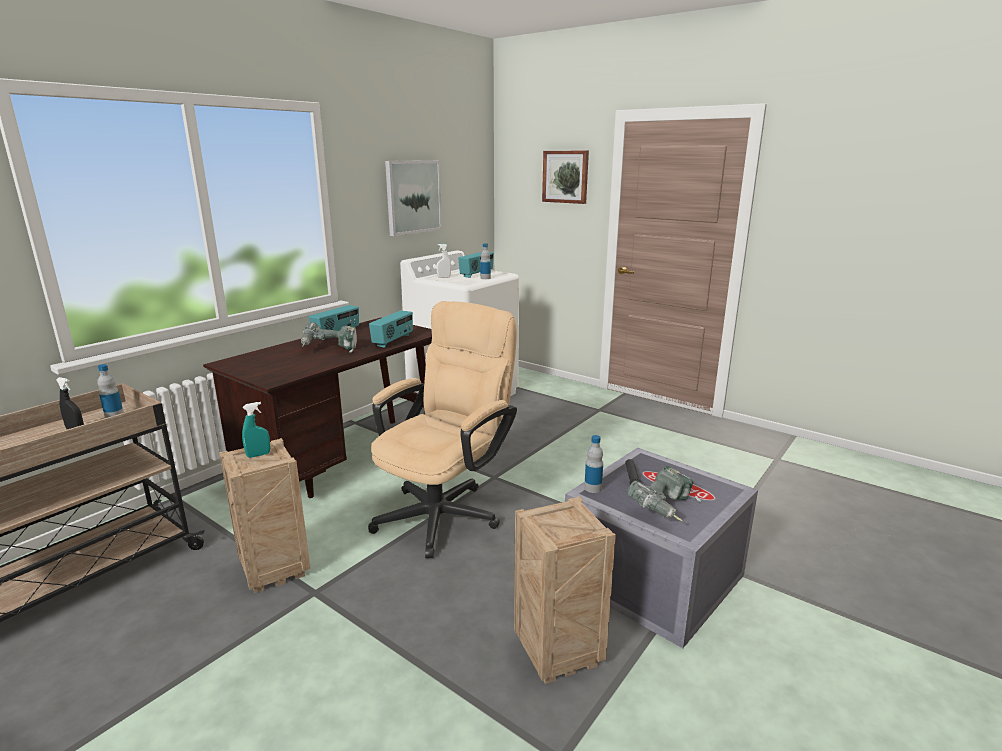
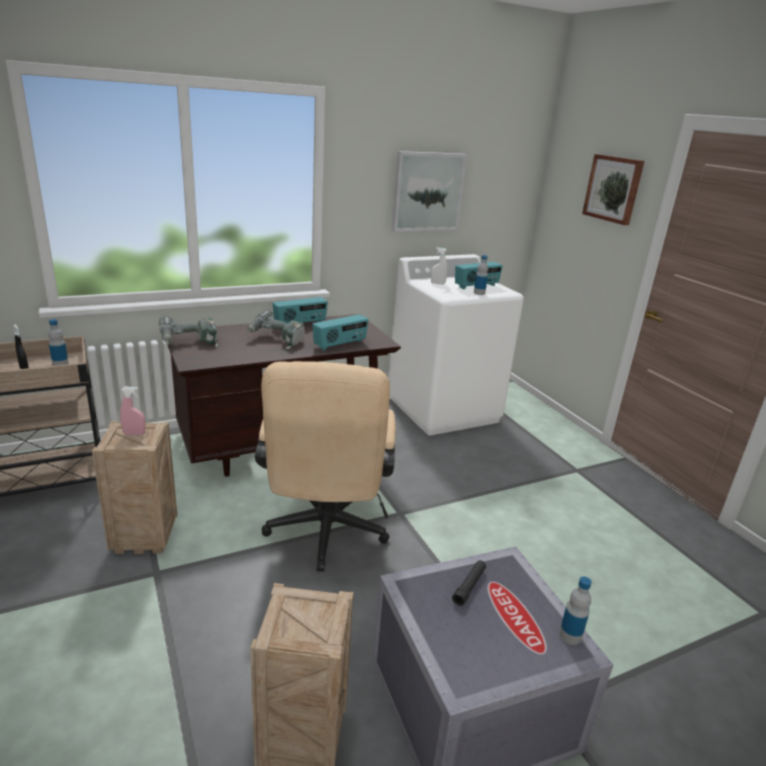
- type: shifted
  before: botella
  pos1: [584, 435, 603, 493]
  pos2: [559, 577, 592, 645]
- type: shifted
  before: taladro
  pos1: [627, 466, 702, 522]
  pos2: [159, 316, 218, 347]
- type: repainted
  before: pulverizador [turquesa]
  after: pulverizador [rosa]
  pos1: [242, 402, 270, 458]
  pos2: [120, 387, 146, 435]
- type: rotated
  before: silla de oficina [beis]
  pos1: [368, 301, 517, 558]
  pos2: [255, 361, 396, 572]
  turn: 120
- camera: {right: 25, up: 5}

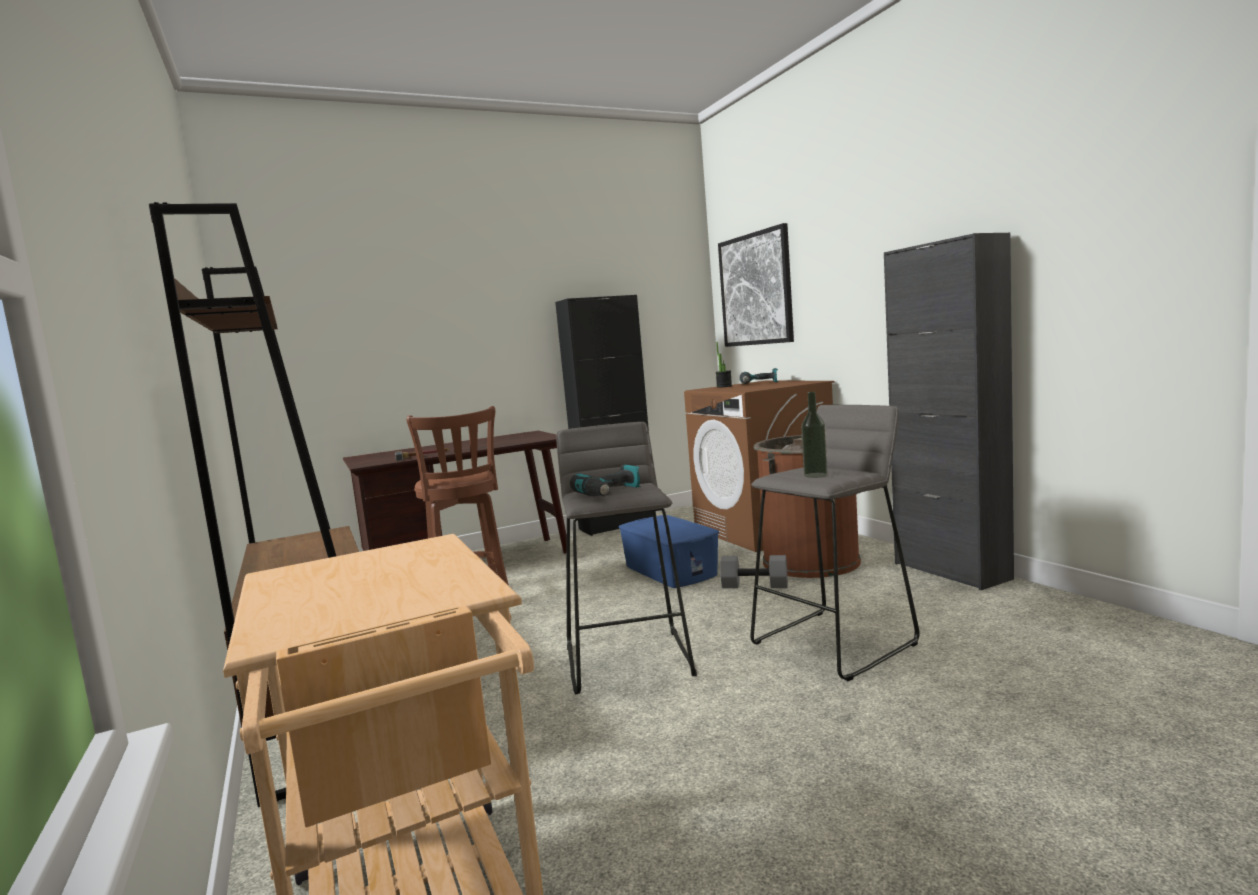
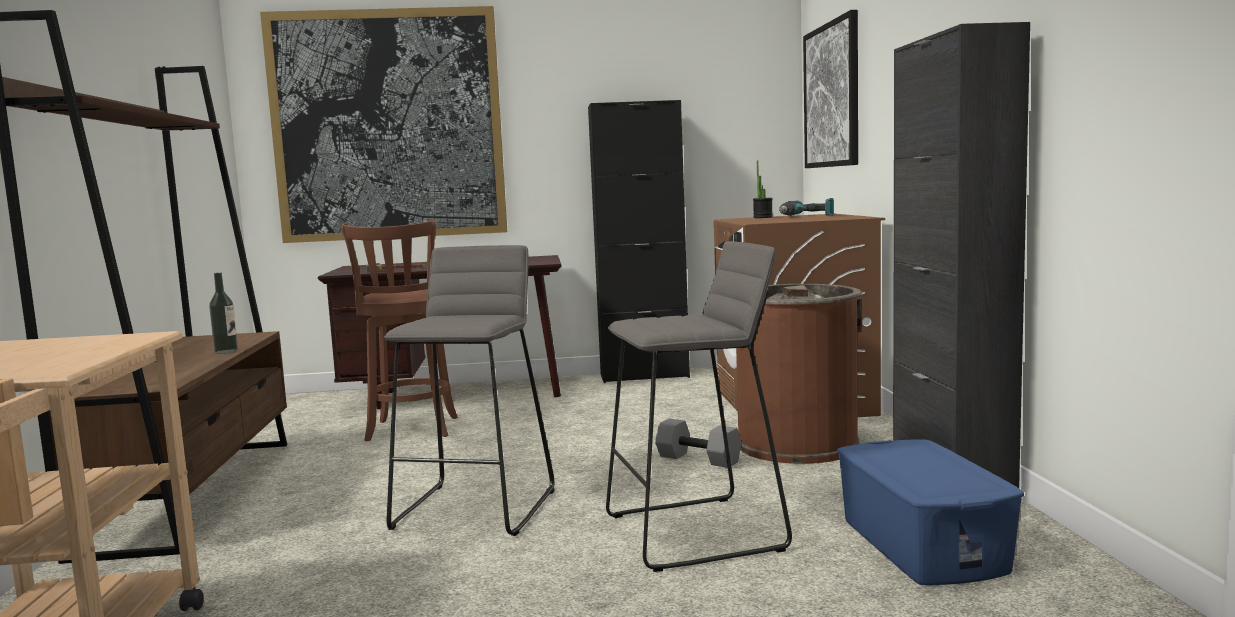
- type: gone
  before: taladro
  pos1: [570, 464, 641, 496]
- type: new
  after: cuadro
  pos2: [260, 6, 507, 243]
- type: shifted
  before: caja de almacenaje [azul]
  pos1: [619, 515, 719, 588]
  pos2: [837, 439, 1024, 585]
- type: shifted
  before: botella
  pos1: [801, 392, 828, 478]
  pos2: [209, 273, 238, 354]
- camera: {right: 20, up: 0}

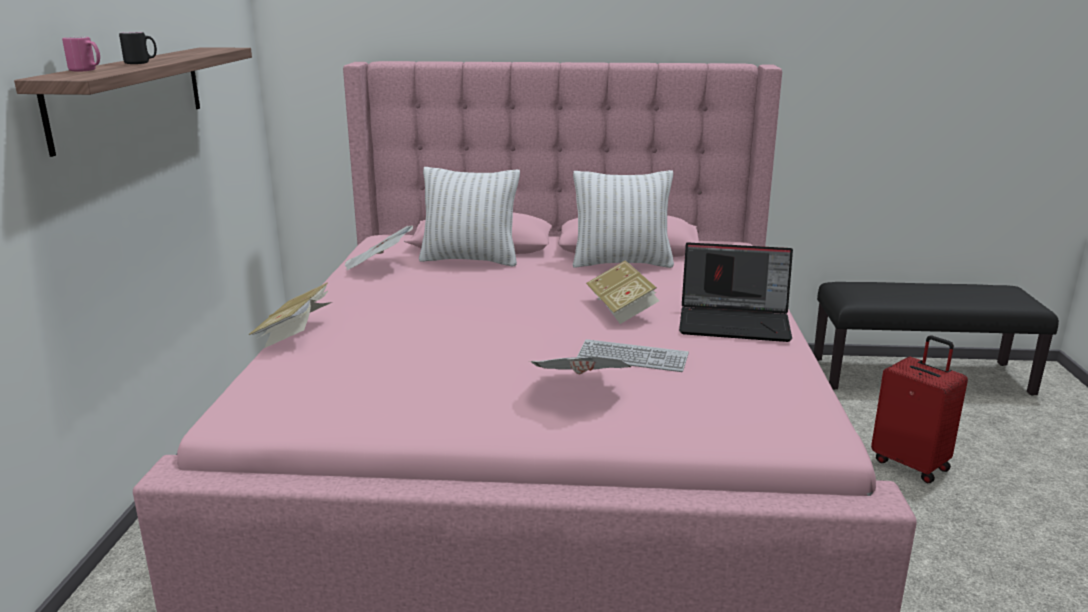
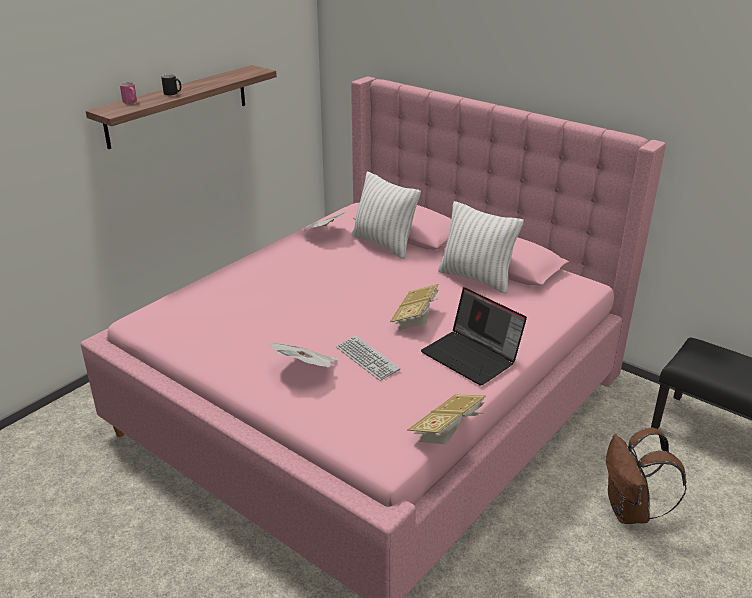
- type: shifted
  before: libro
  pos1: [249, 282, 332, 348]
  pos2: [408, 395, 486, 445]
- type: swapped
  before: maleta [rojo]
  after: mochila [marrón]
  pos1: [871, 336, 968, 483]
  pos2: [606, 428, 687, 524]
- camera: {right: 35, up: 10}

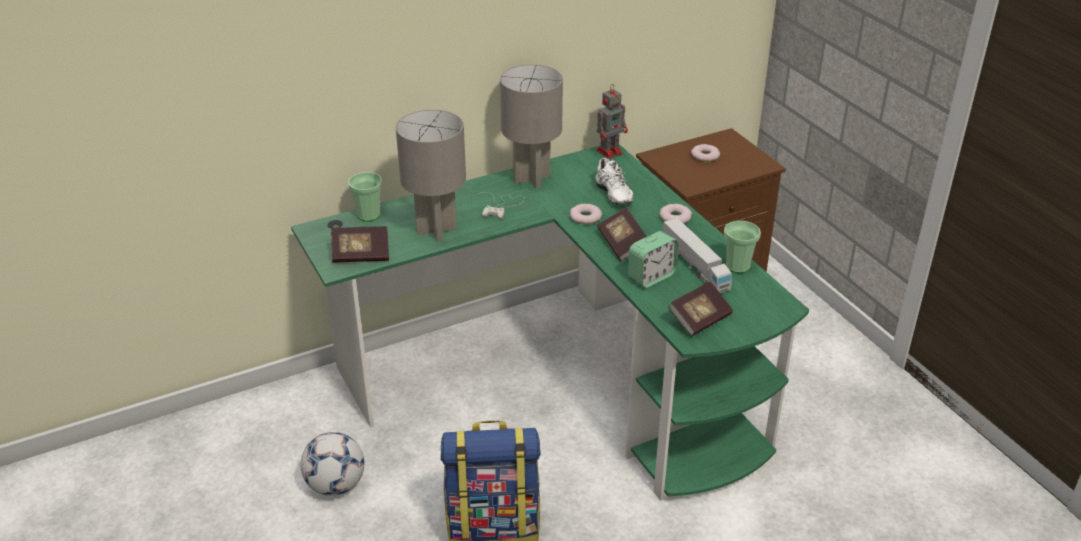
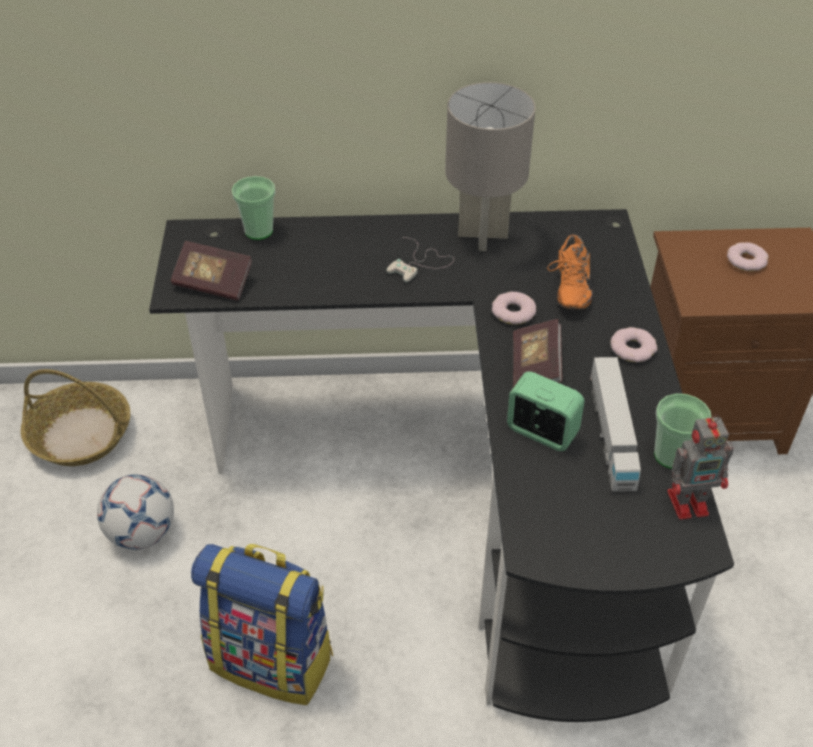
- type: gone
  before: lámpara de mesa [gris]
  pos1: [396, 110, 466, 242]
- type: gone
  before: libro
  pos1: [668, 281, 733, 336]
- type: new
  after: cesta
  pos2: [21, 369, 130, 466]
- type: shifted
  before: robot de juguete
  pos1: [597, 85, 628, 159]
  pos2: [667, 414, 733, 520]
- type: repainted
  before: escritorio [verde]
  after: escritorio [negro]
  pos1: [291, 144, 809, 501]
  pos2: [149, 209, 734, 722]
- type: repainted
  before: zapato [blanco]
  after: zapato [naranja]
  pos1: [595, 157, 633, 205]
  pos2: [547, 235, 593, 310]
- type: rotated
  before: despertador
  pos1: [628, 231, 678, 288]
  pos2: [507, 371, 585, 451]
  turn: -135
- camera: {right: 25, up: 10}

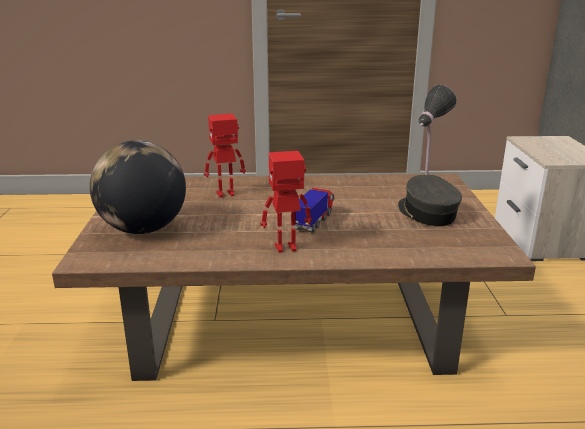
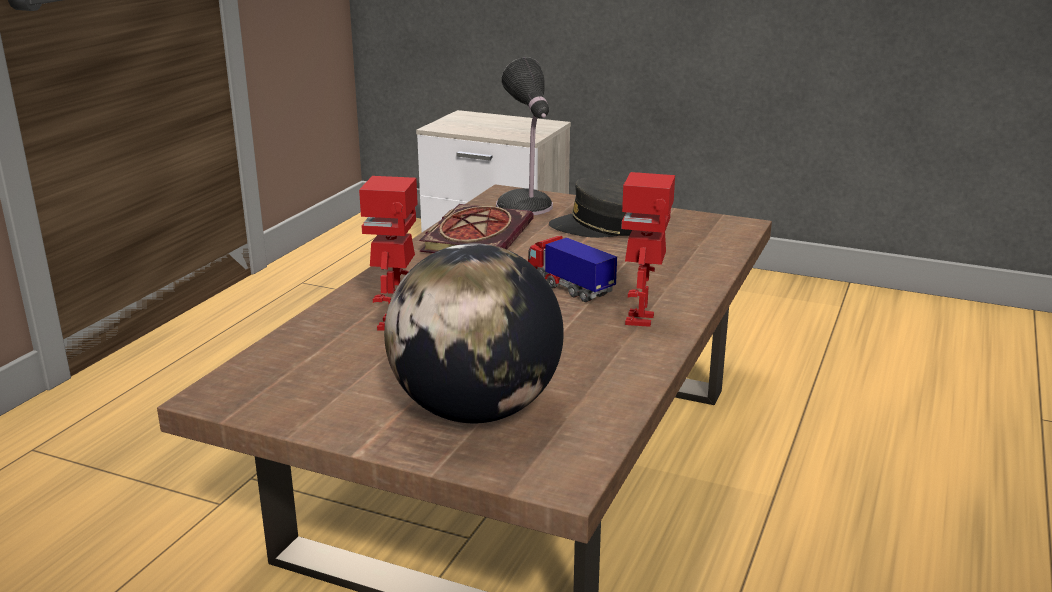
- type: new
  after: libro
  pos2: [419, 204, 534, 253]
- camera: {right: -65, up: 0}

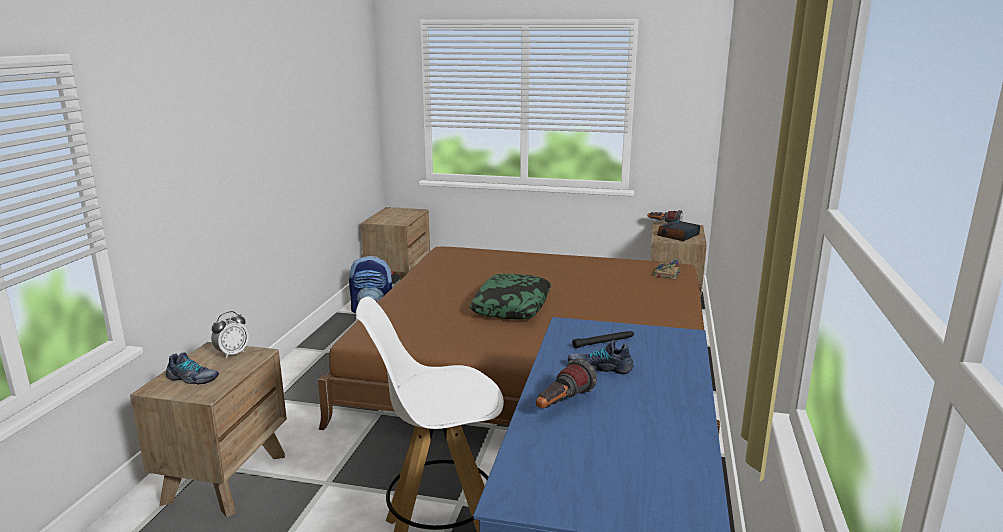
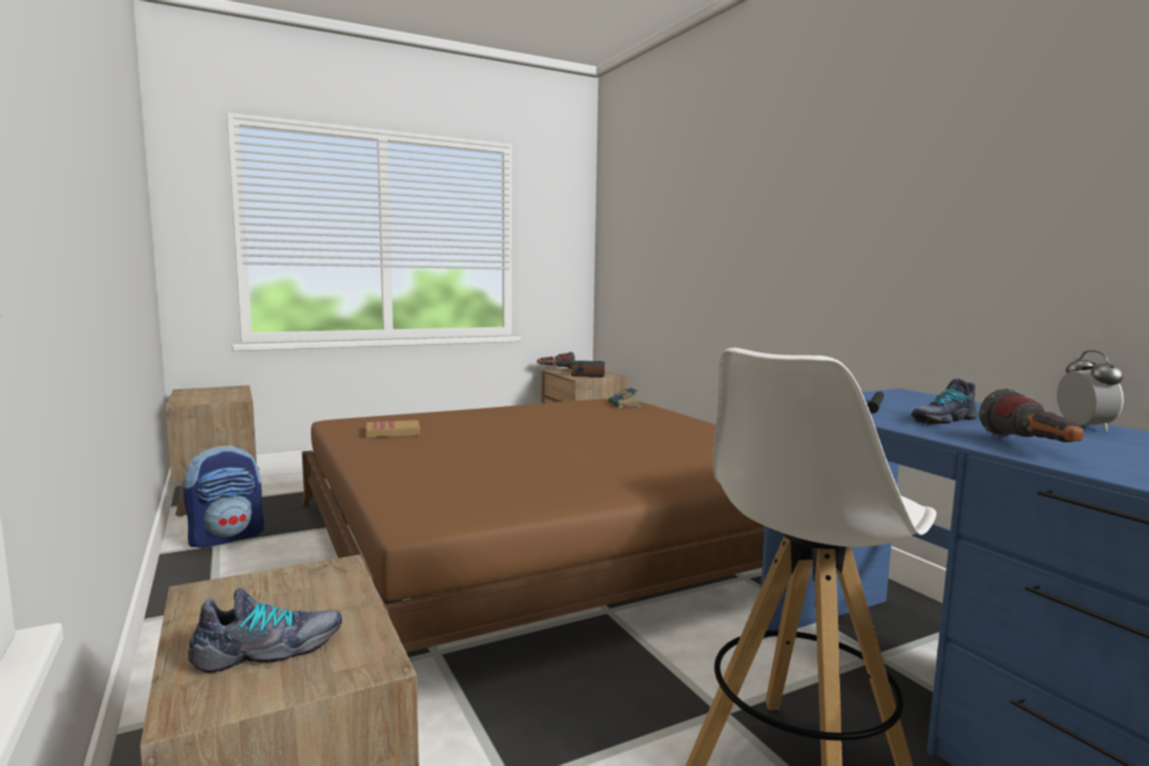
- type: gone
  before: cojín
  pos1: [470, 274, 551, 319]
- type: new
  after: libro
  pos2: [366, 420, 420, 437]
- type: shifted
  before: despertador
  pos1: [211, 311, 249, 359]
  pos2: [1057, 350, 1124, 432]
- camera: {right: -40, up: -10}

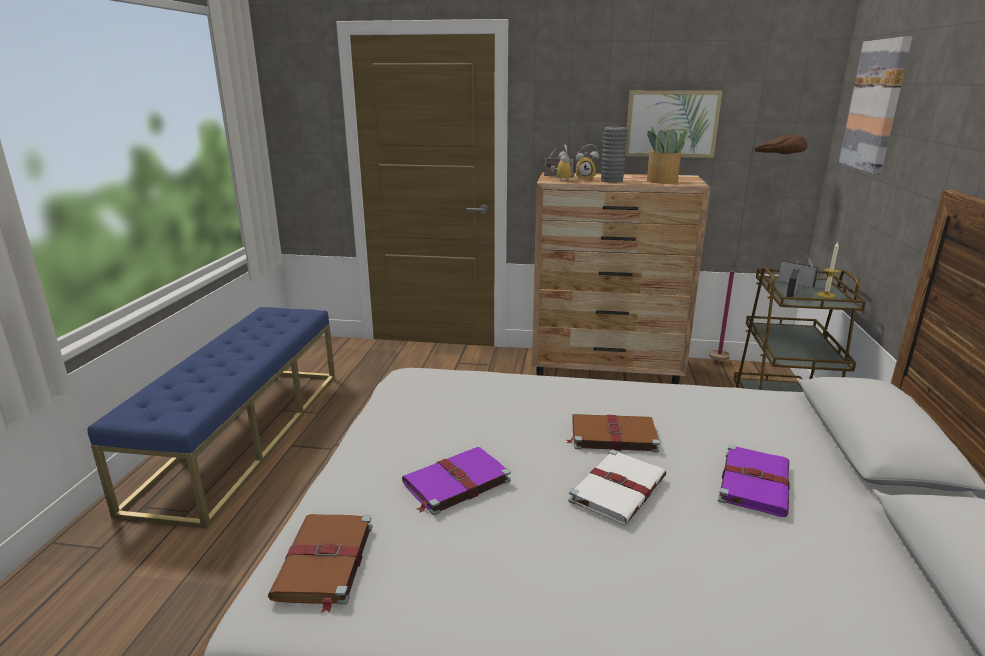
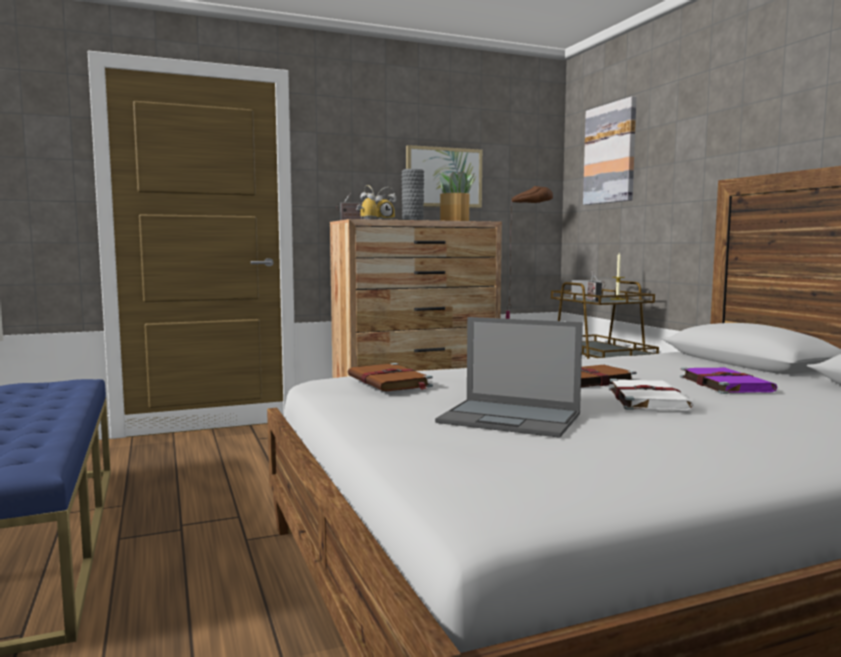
- type: shifted
  before: libro [marrón]
  pos1: [268, 514, 373, 613]
  pos2: [348, 363, 433, 391]
- type: swapped
  before: libro [morado]
  after: portátil
  pos1: [402, 447, 511, 515]
  pos2: [435, 317, 583, 438]
- camera: {right: -30, up: -15}

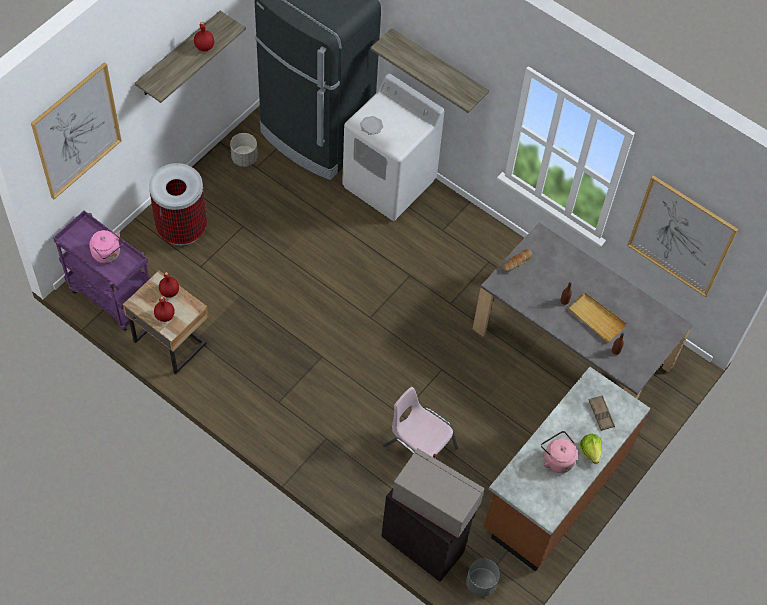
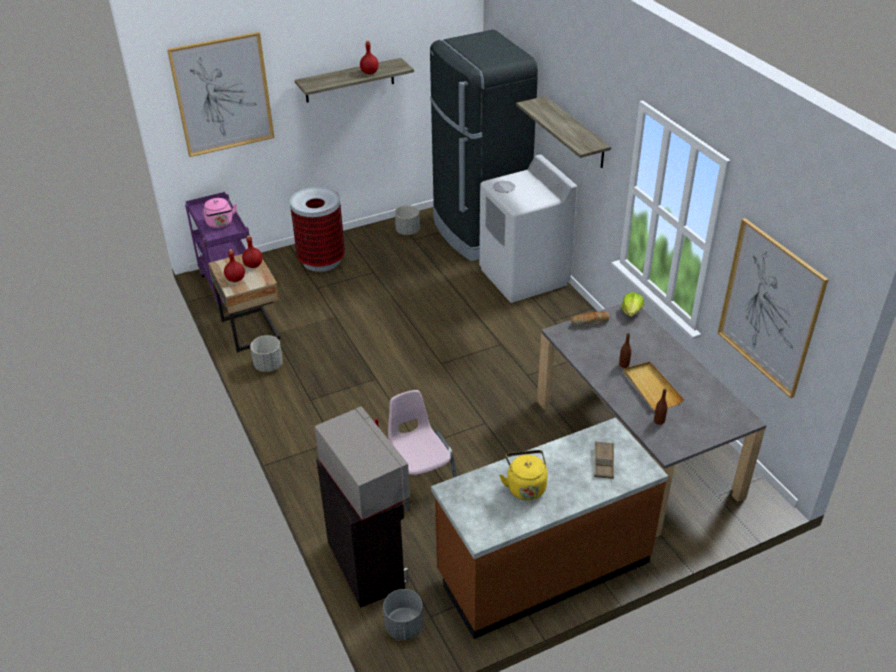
- type: new
  after: maceta [gris]
  pos2: [250, 335, 283, 372]
- type: shifted
  before: lechuga
  pos1: [580, 434, 602, 464]
  pos2: [622, 292, 644, 317]
- type: repainted
  before: hervidor [rosa]
  after: hervidor [amarillo]
  pos1: [541, 431, 577, 473]
  pos2: [499, 450, 548, 500]
- camera: {right: 30, up: -20}

